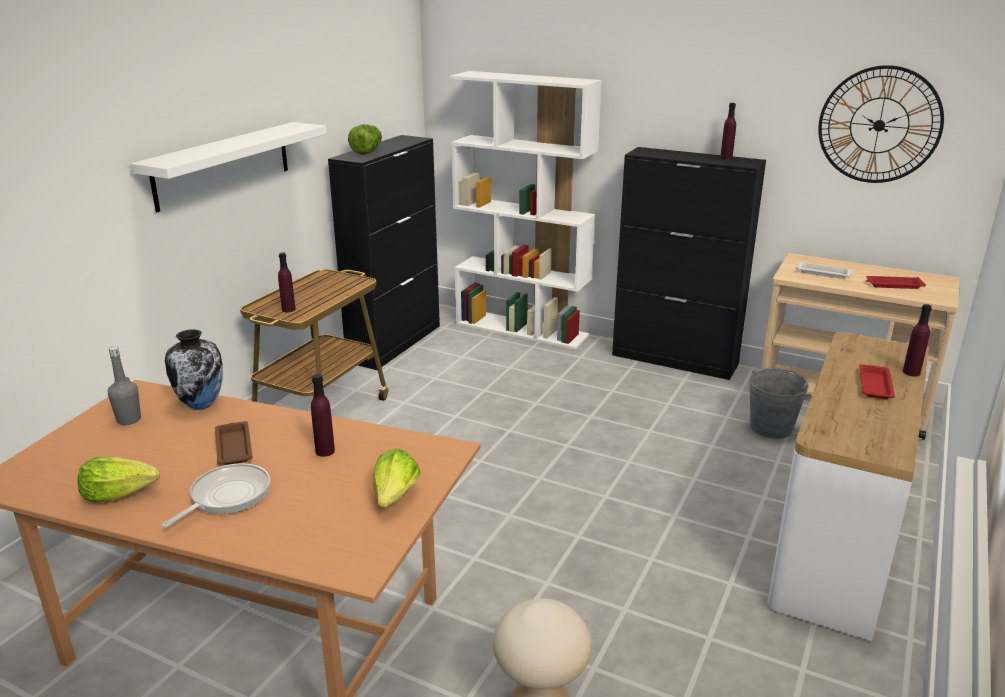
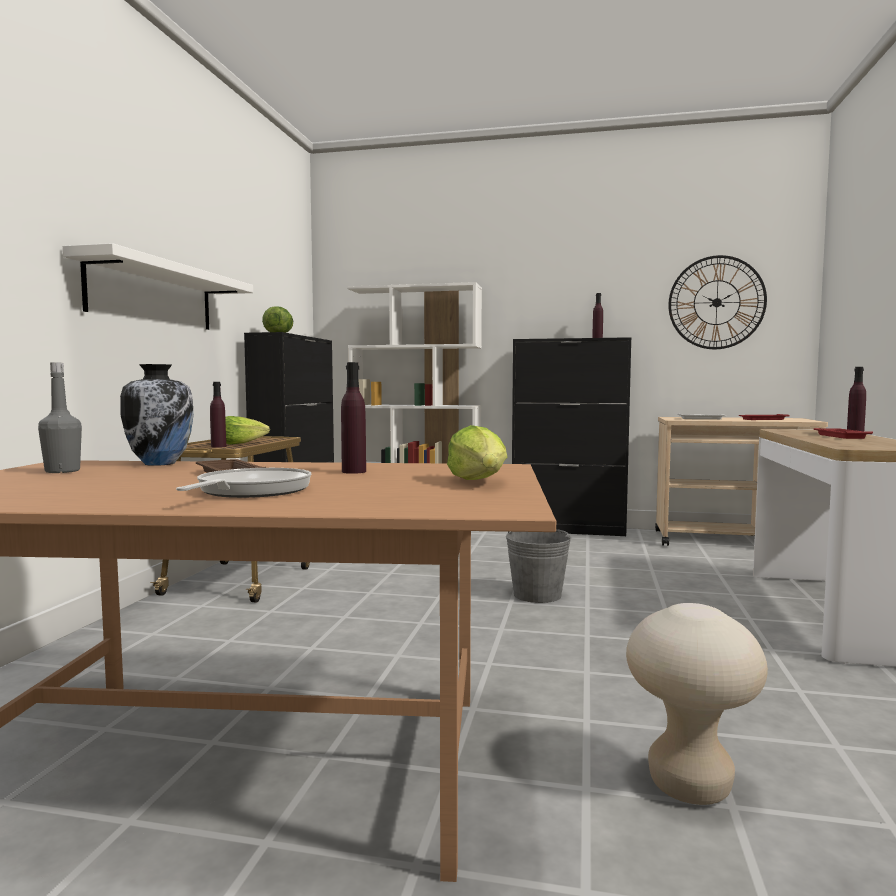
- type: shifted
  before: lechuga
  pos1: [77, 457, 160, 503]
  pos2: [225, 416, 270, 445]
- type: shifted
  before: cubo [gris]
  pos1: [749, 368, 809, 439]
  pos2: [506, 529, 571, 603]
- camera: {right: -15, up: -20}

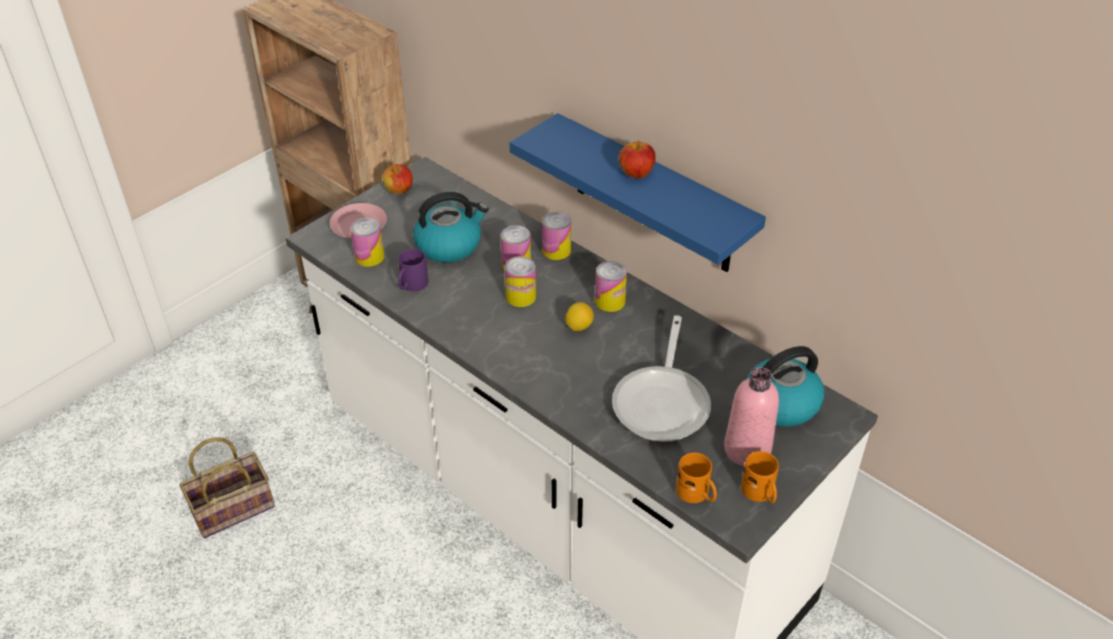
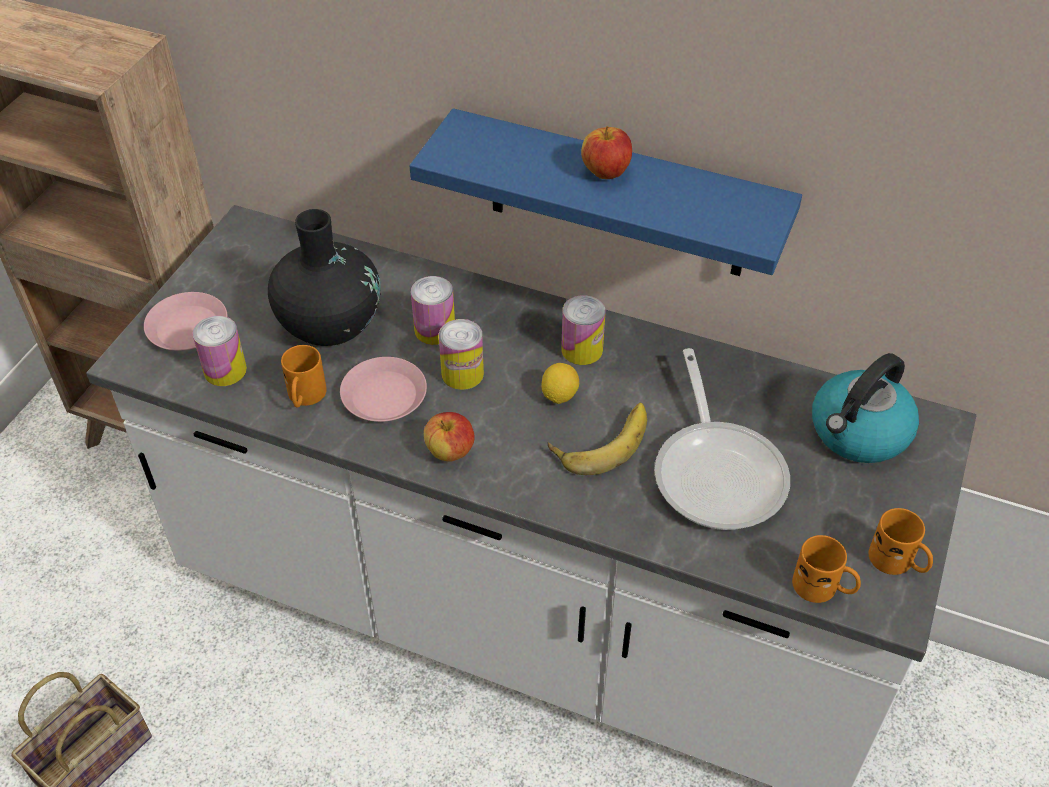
- type: gone
  before: lata
  pos1: [542, 211, 571, 260]
- type: gone
  before: botella [rosa]
  pos1: [724, 367, 779, 467]
- type: new
  after: plato [rosa]
  pos2: [340, 357, 427, 422]
- type: new
  after: plátano
  pos2: [548, 403, 647, 475]
- type: shifted
  before: manzana
  pos1: [383, 164, 413, 194]
  pos2: [424, 412, 475, 462]
- type: swapped
  before: hervidor
  after: florero [negro]
  pos1: [413, 192, 489, 263]
  pos2: [268, 209, 381, 346]
- type: repainted
  before: taza grande [morado]
  after: taza grande [naranja]
  pos1: [398, 249, 428, 291]
  pos2: [281, 345, 327, 408]
- camera: {right: -20, up: 5}

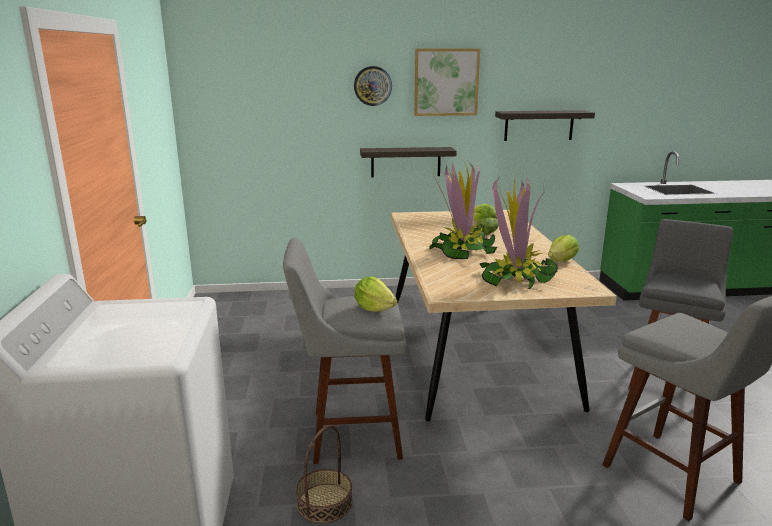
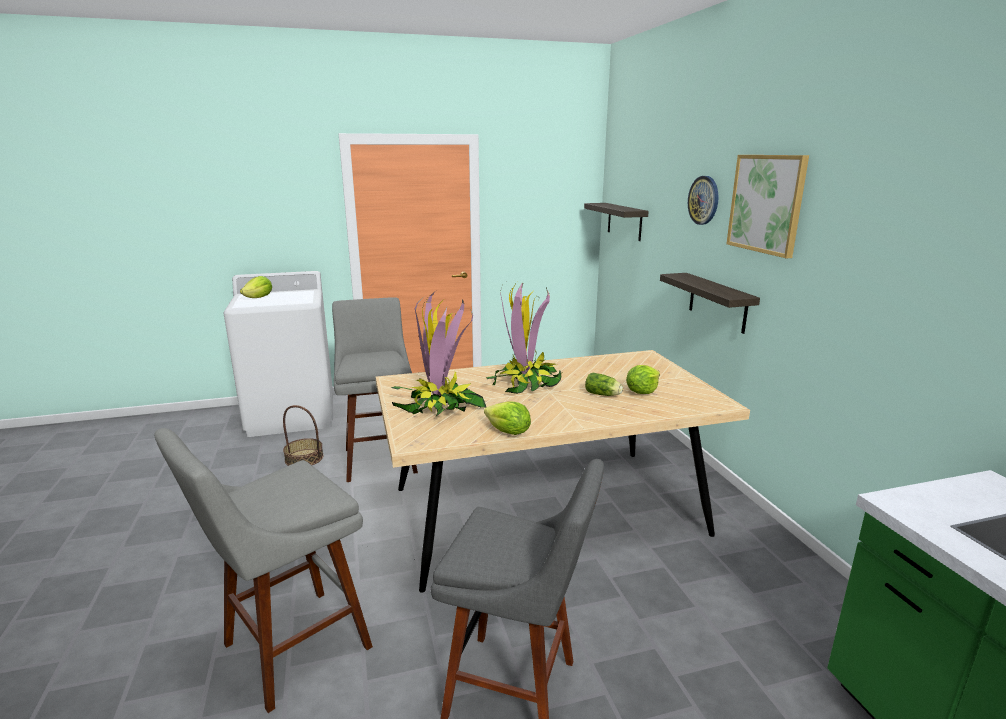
- type: shifted
  before: lechuga
  pos1: [355, 277, 397, 312]
  pos2: [240, 276, 272, 298]
- type: shifted
  before: estante
  pos1: [495, 110, 595, 141]
  pos2: [584, 203, 649, 241]
- camera: {right: 80, up: 0}

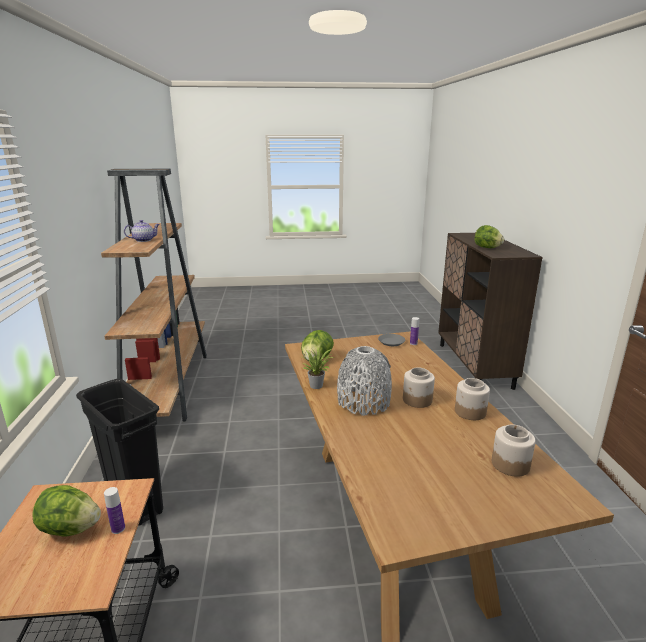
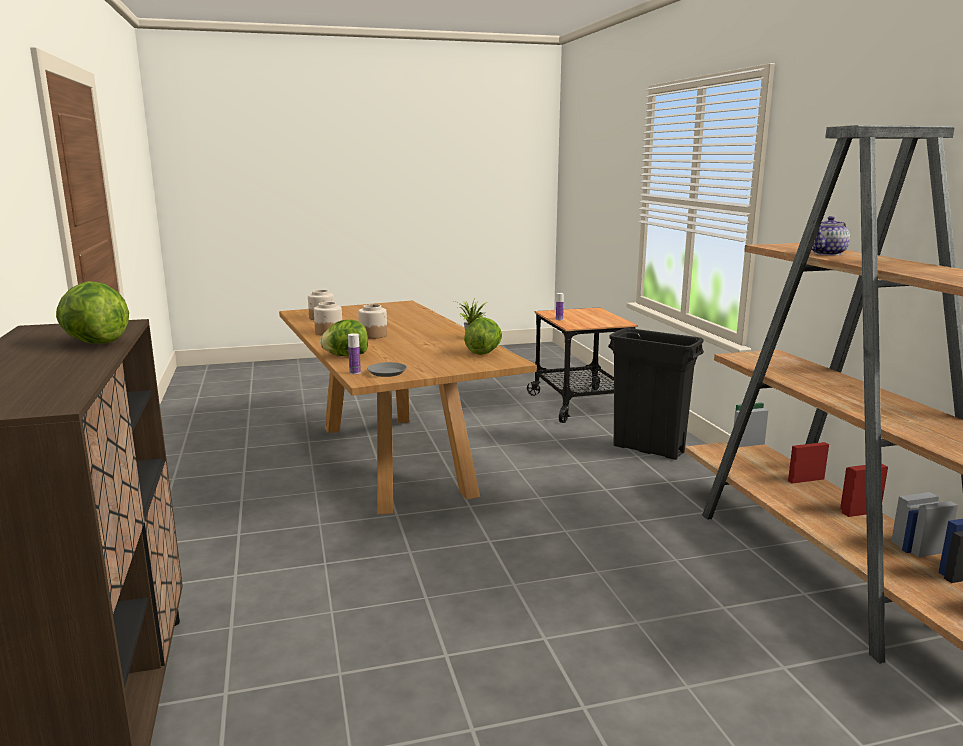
- type: gone
  before: florero [gris]
  pos1: [337, 346, 392, 416]
- type: shifted
  before: lechuga
  pos1: [32, 485, 101, 536]
  pos2: [320, 319, 368, 356]
- camera: {right: 170, up: -5}

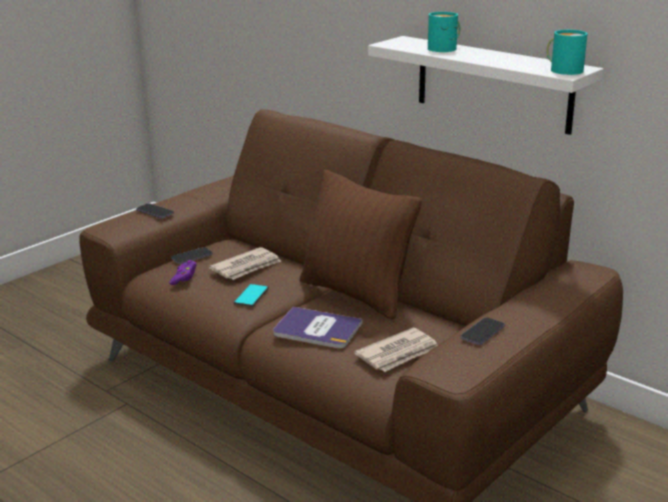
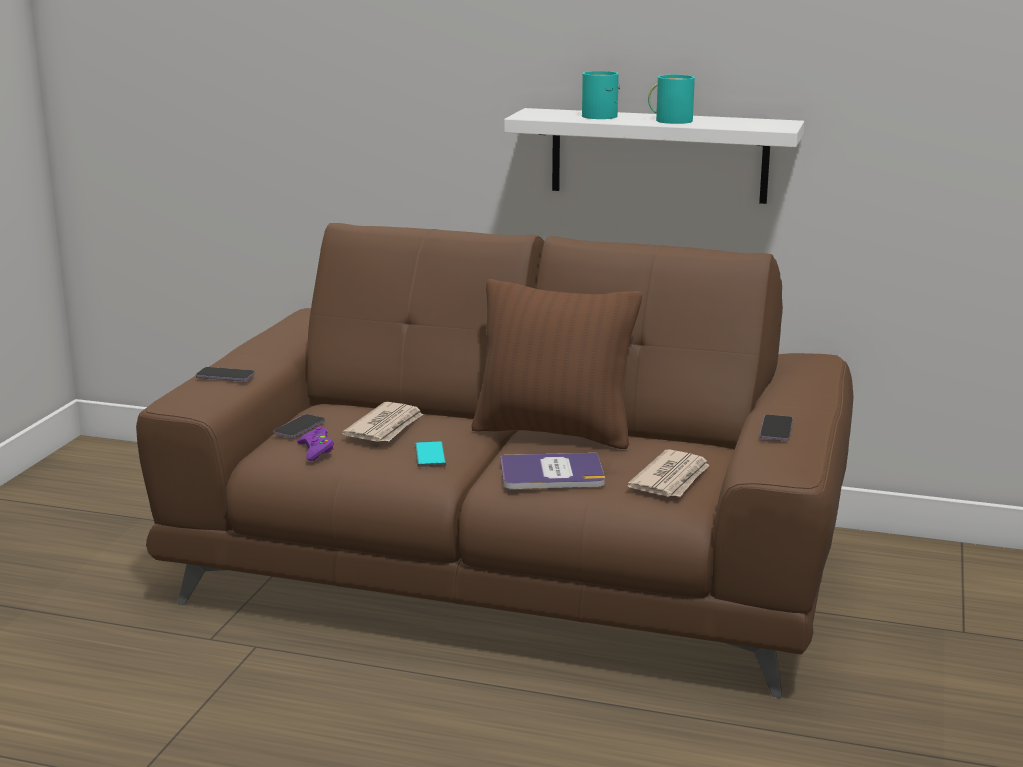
- type: shifted
  before: taza grande [turquesa]
  pos1: [546, 30, 588, 75]
  pos2: [648, 75, 695, 124]
- camera: {right: -25, up: -5}

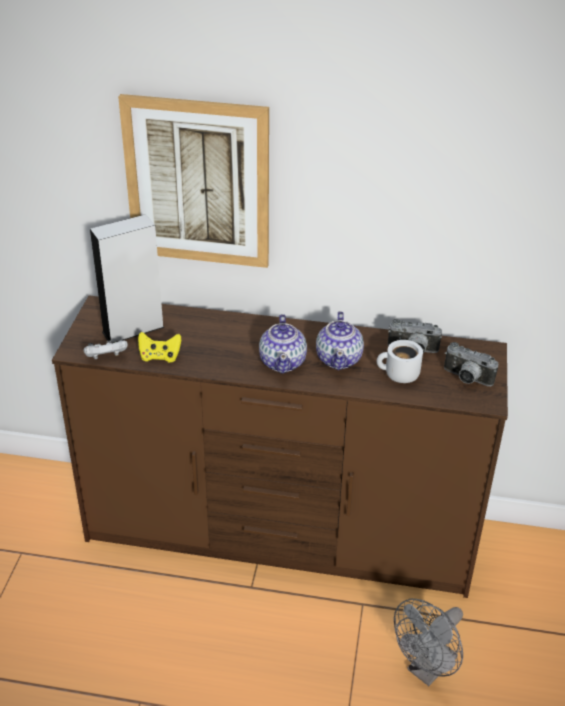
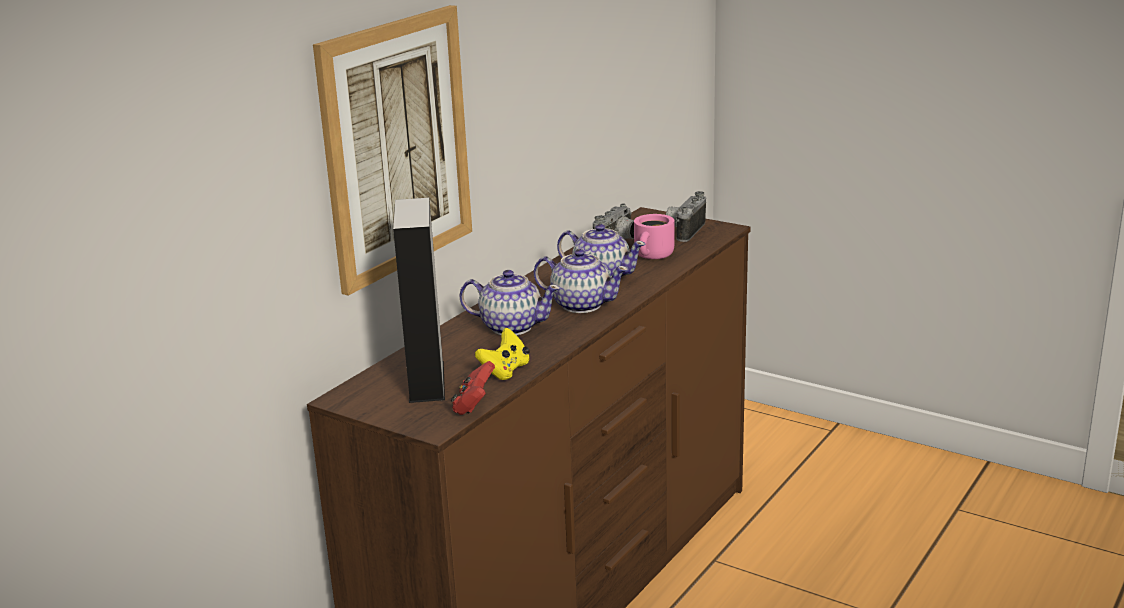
- type: gone
  before: ventilador [gris]
  pos1: [394, 599, 463, 686]
- type: new
  after: tetera
  pos2: [459, 270, 560, 335]
- type: repainted
  before: mando de consola [blanco]
  after: mando de consola [rojo]
  pos1: [83, 340, 128, 359]
  pos2: [451, 361, 495, 415]
- type: repainted
  before: taza grande [blanco]
  after: taza grande [rosa]
  pos1: [377, 340, 423, 383]
  pos2: [634, 214, 674, 259]
- type: rotated
  before: cámara
  pos1: [444, 342, 498, 386]
  pos2: [666, 191, 706, 242]
  turn: 150
- camera: {right: -65, up: -15}

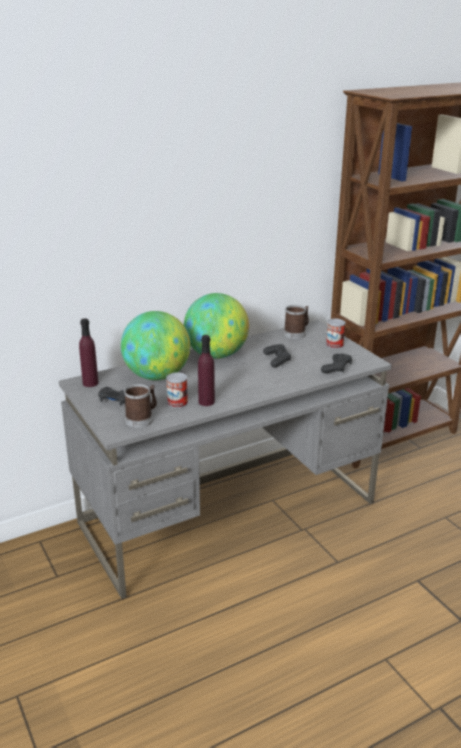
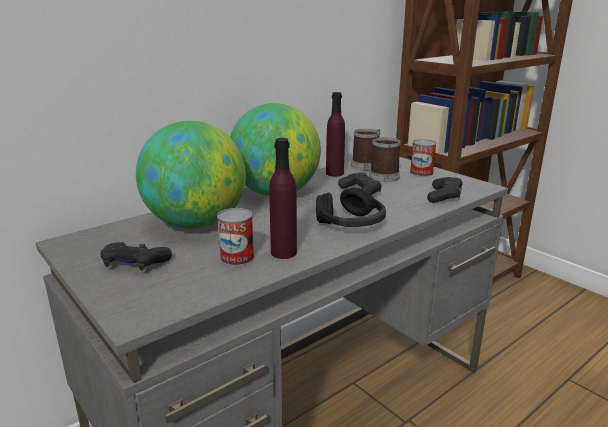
- type: new
  after: auriculares [negro]
  pos2: [316, 188, 386, 227]
- type: shifted
  before: botella [morado]
  pos1: [79, 318, 98, 387]
  pos2: [326, 92, 345, 177]
- type: shifted
  before: taza grande
  pos1: [124, 384, 157, 428]
  pos2: [369, 137, 401, 182]
- camera: {right: -10, up: -5}

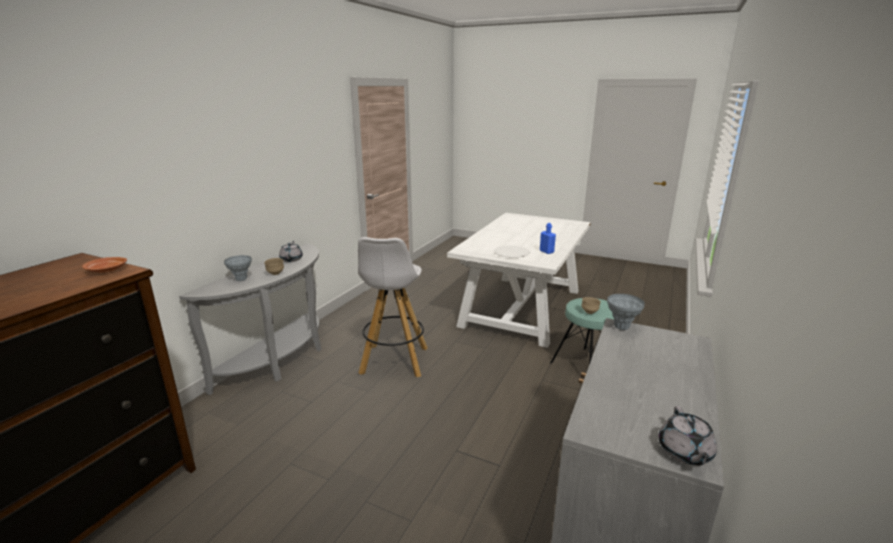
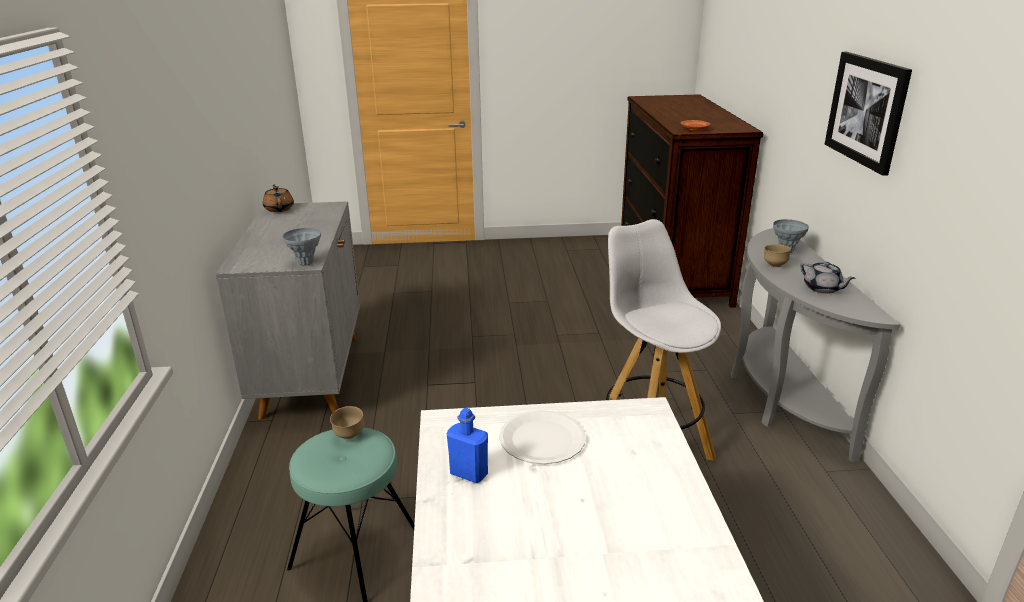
- type: new
  after: cuadro
  pos2: [825, 52, 912, 176]
- type: repainted
  before: tetera [gris]
  after: tetera [marrón]
  pos1: [658, 406, 717, 465]
  pos2: [263, 185, 294, 212]
- camera: {right: 150, up: 5}

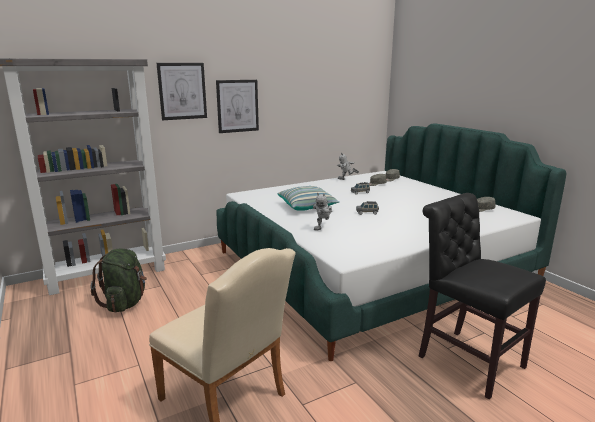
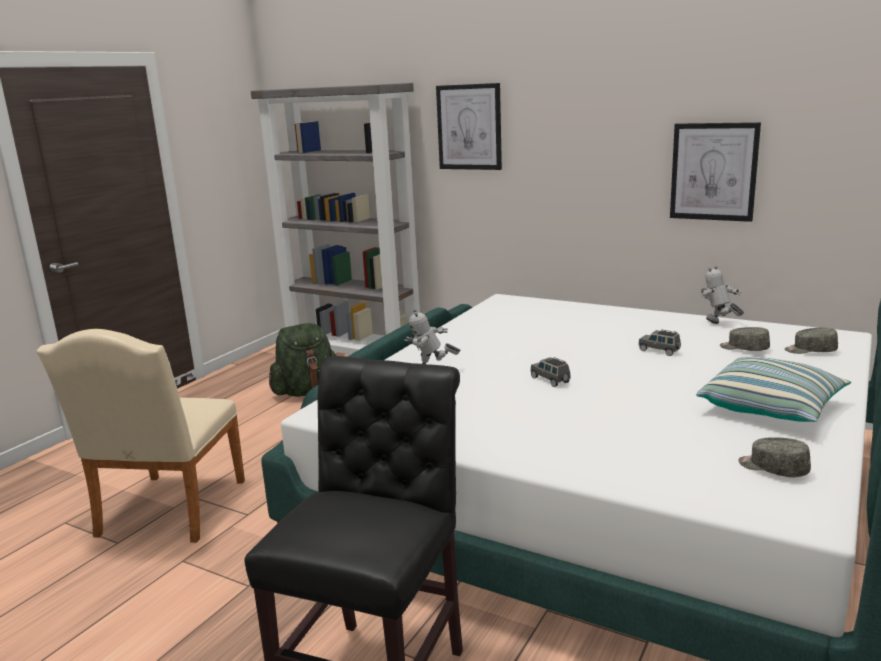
- type: shifted
  before: cuadro
  pos1: [216, 80, 259, 133]
  pos2: [670, 122, 761, 222]
- type: shifted
  before: cojín
  pos1: [278, 186, 339, 211]
  pos2: [696, 357, 851, 422]
- camera: {right: 60, up: 0}

